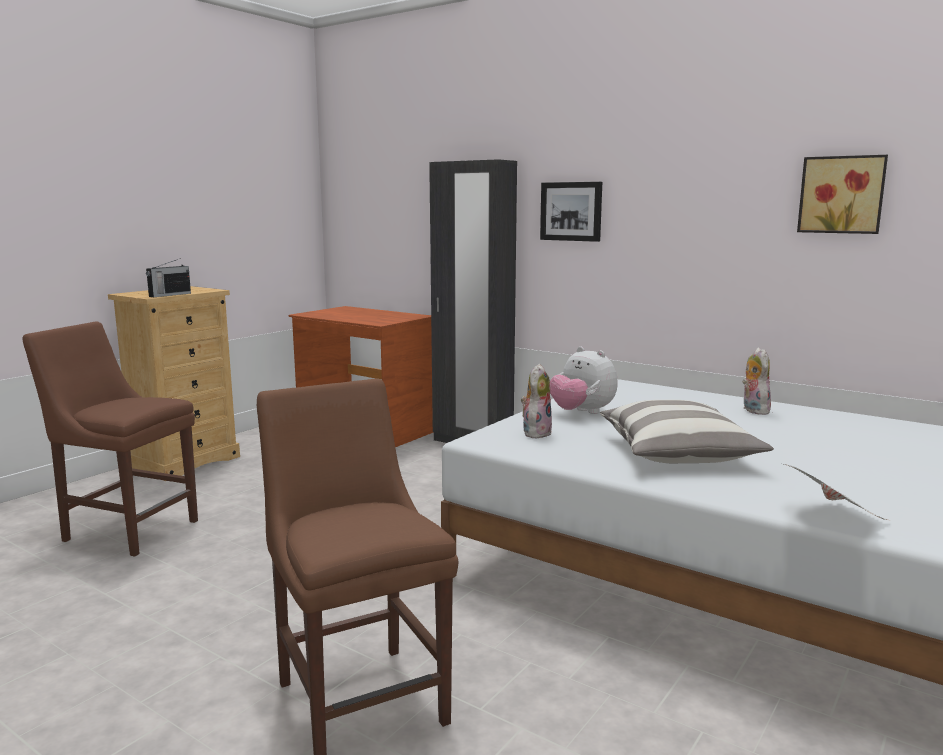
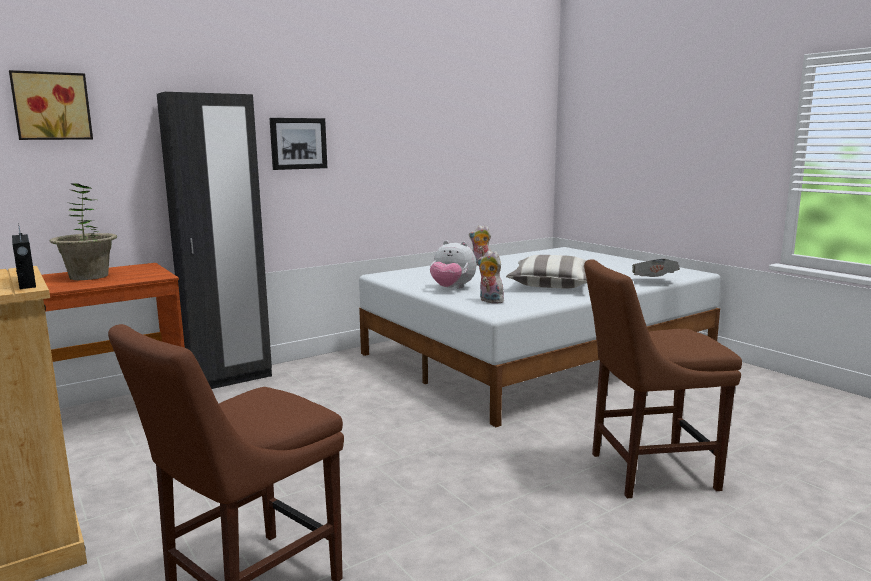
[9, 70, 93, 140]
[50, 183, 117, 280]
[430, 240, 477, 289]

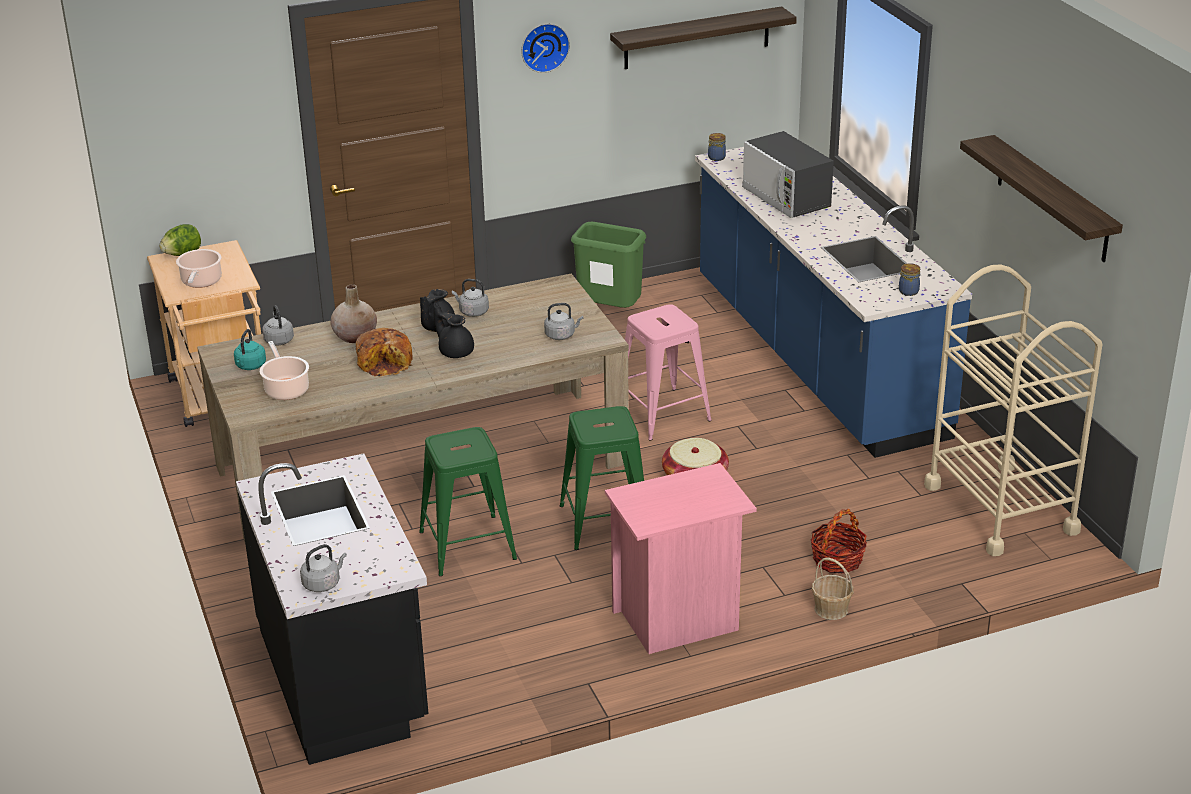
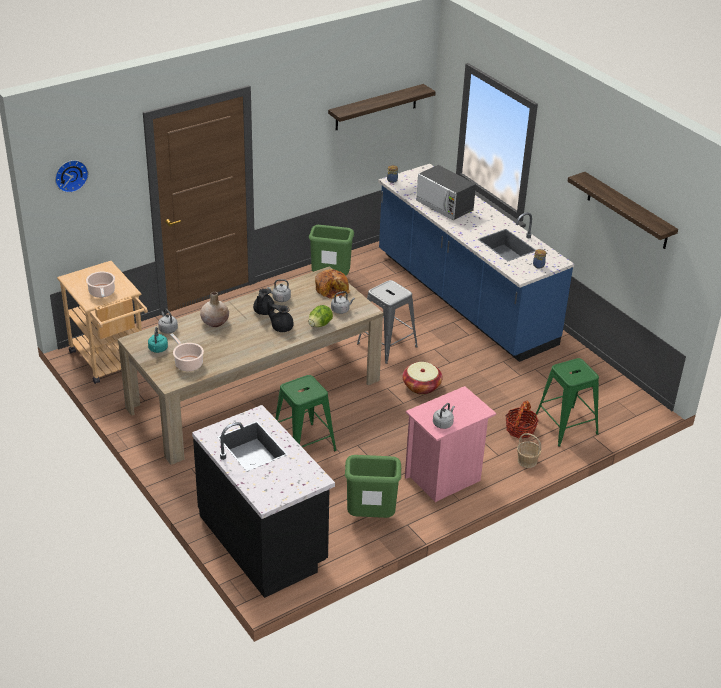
[55, 160, 89, 193]
[308, 305, 333, 327]
[315, 269, 350, 299]
[344, 455, 401, 518]
[357, 280, 418, 364]
[433, 403, 455, 429]
[535, 358, 599, 447]
[924, 264, 1103, 556] (first image)

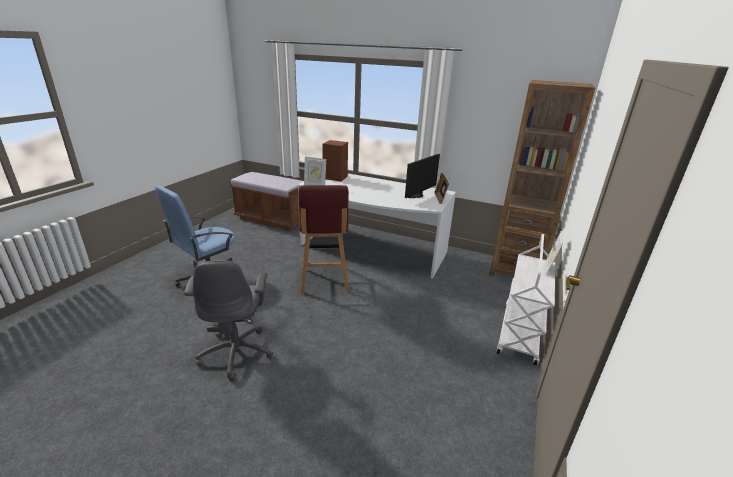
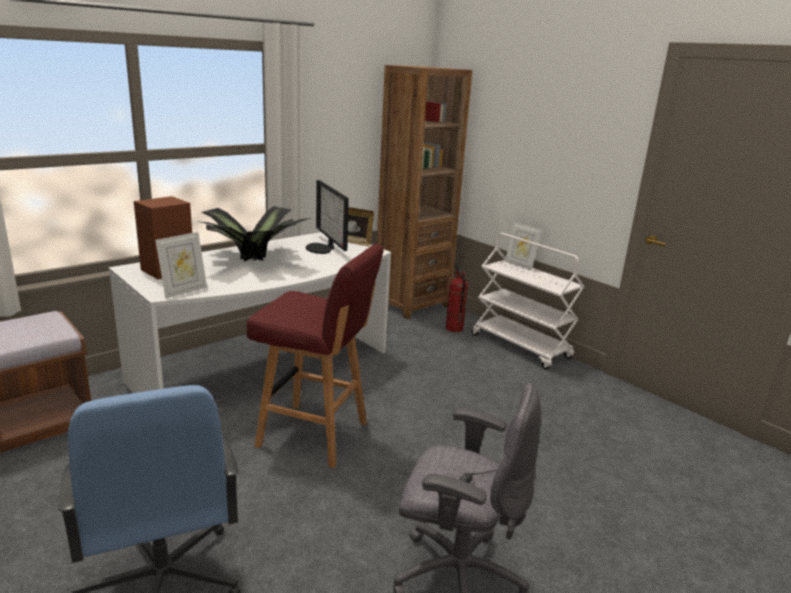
[196, 206, 311, 261]
[446, 265, 468, 332]

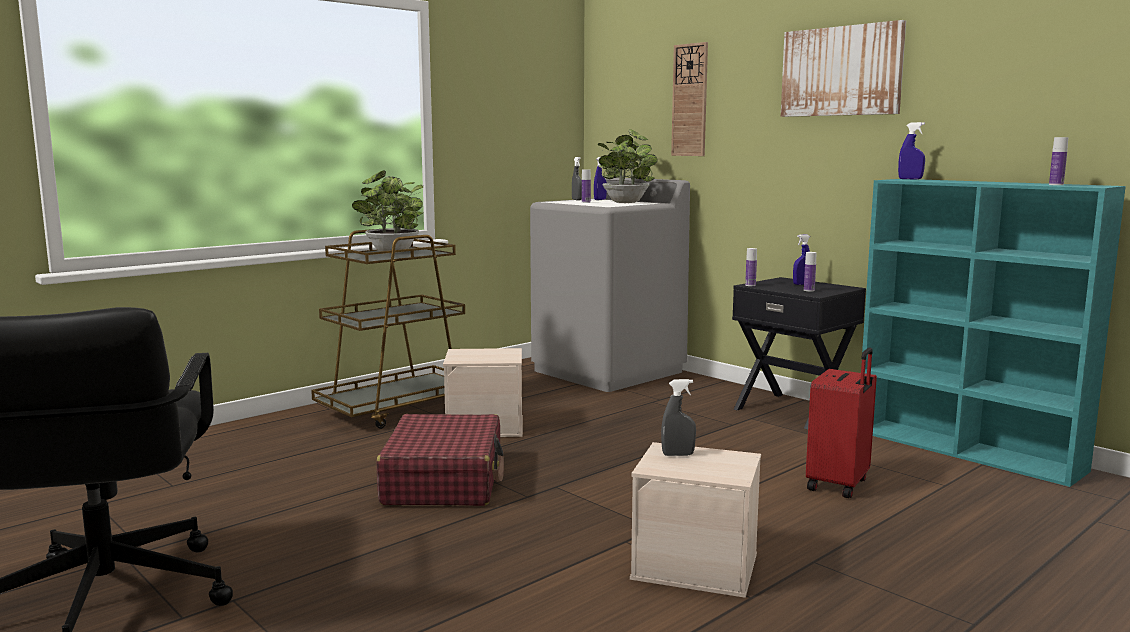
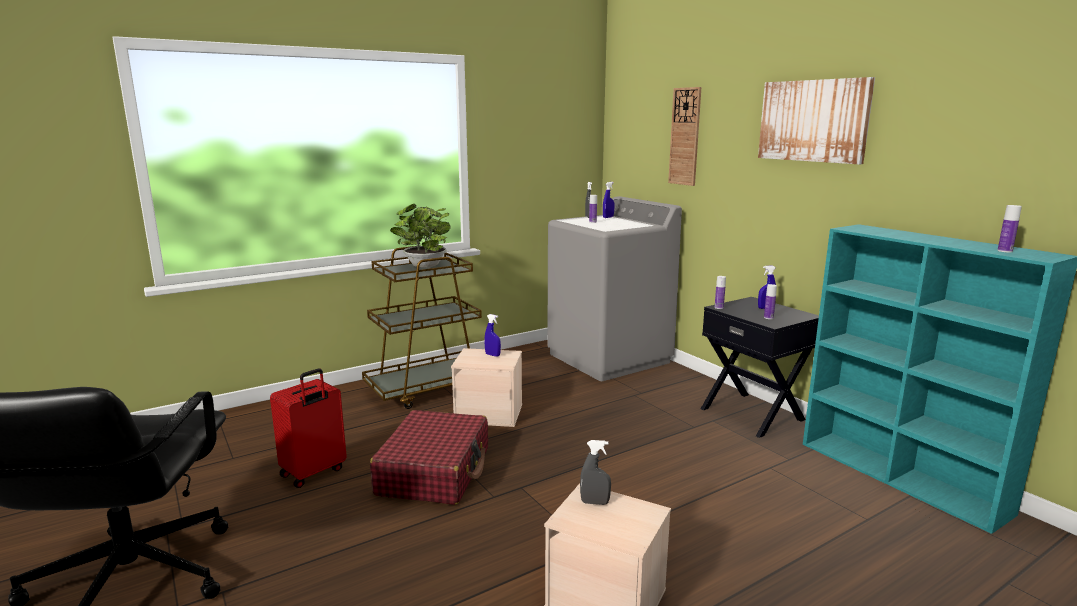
[270, 368, 347, 488]
[484, 314, 501, 357]
[598, 129, 658, 203] (first image)

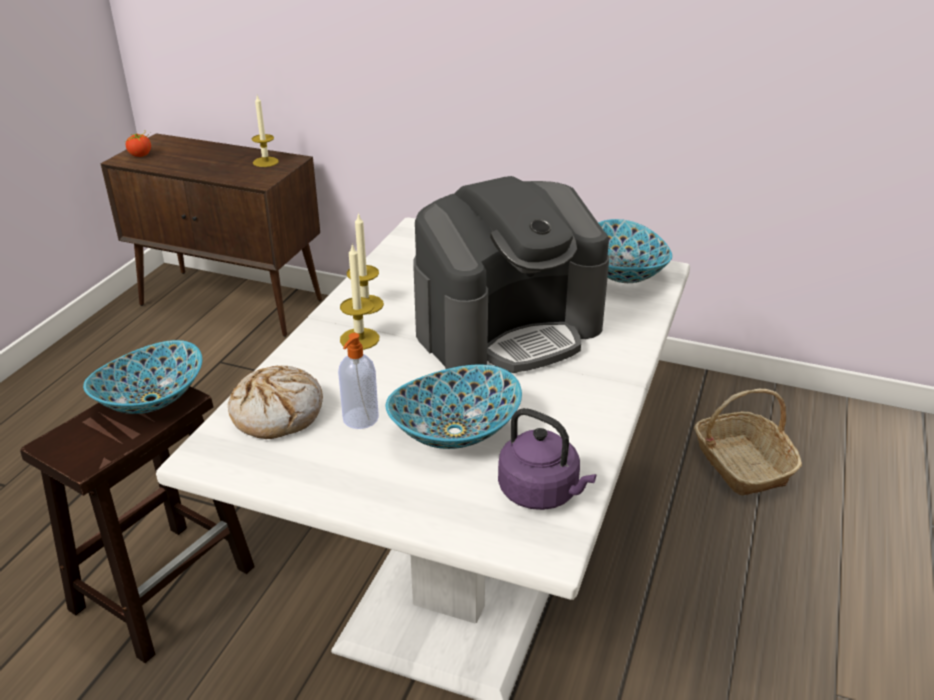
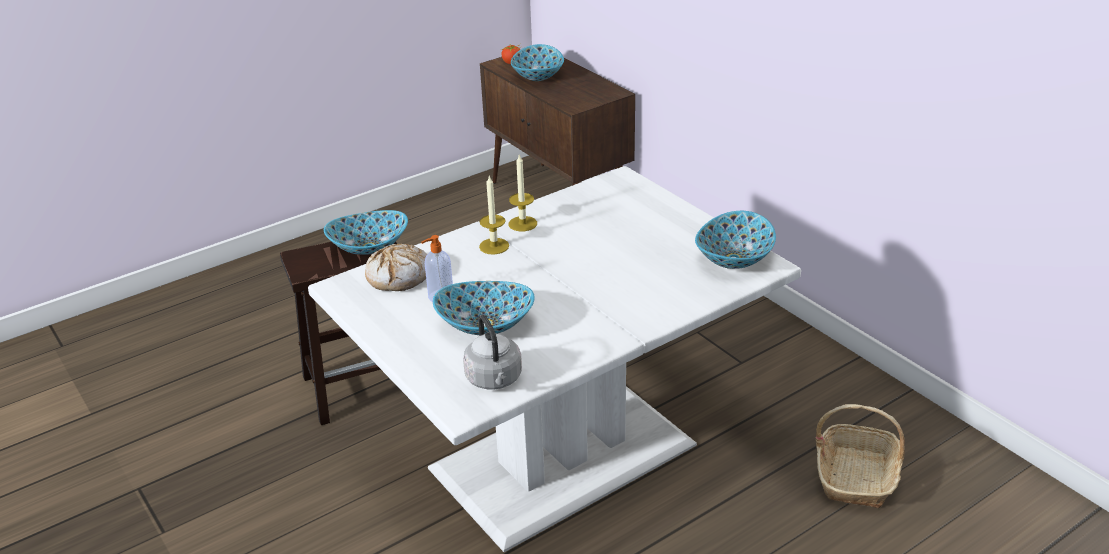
[463, 314, 522, 390]
[511, 44, 564, 81]
[252, 96, 279, 167] (first image)
[413, 176, 609, 373] (first image)

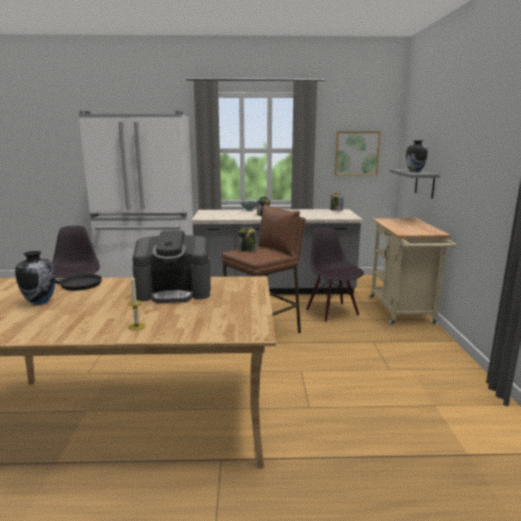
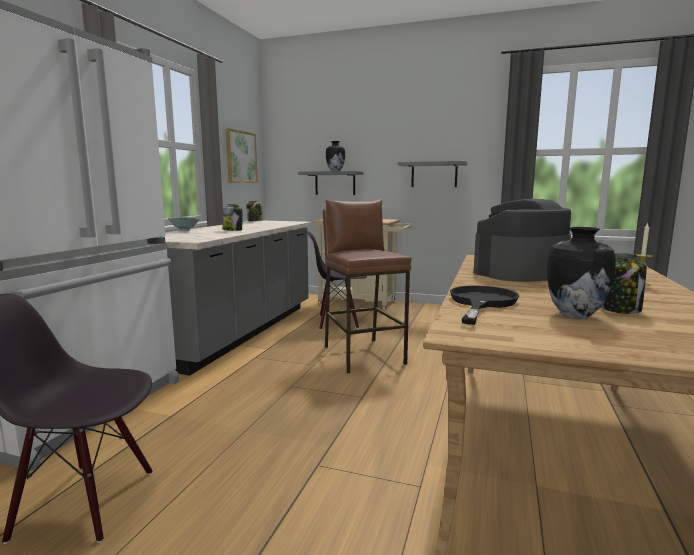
[398, 161, 467, 187]
[474, 199, 571, 282]
[601, 253, 647, 314]

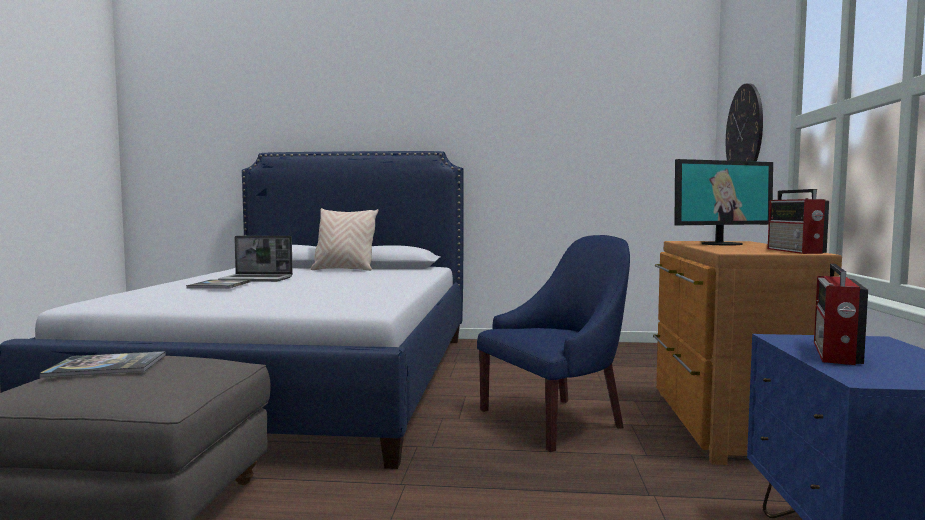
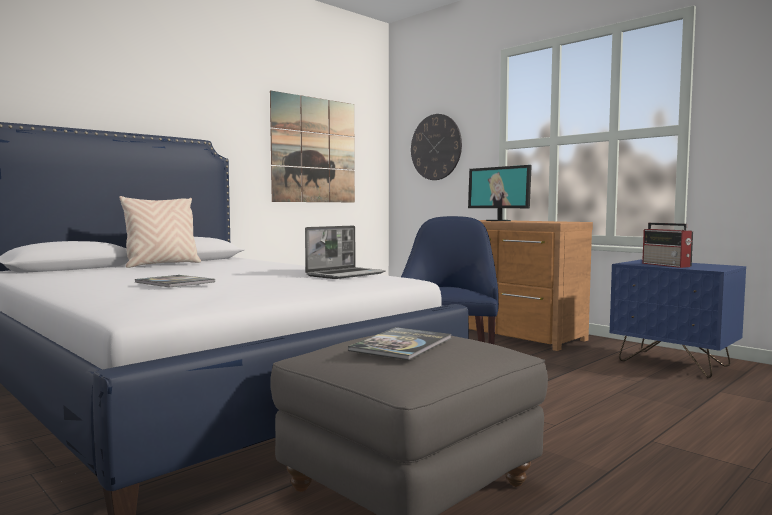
[270, 90, 355, 202]
[305, 226, 386, 279]
[468, 165, 532, 221]
[768, 189, 829, 254] (first image)

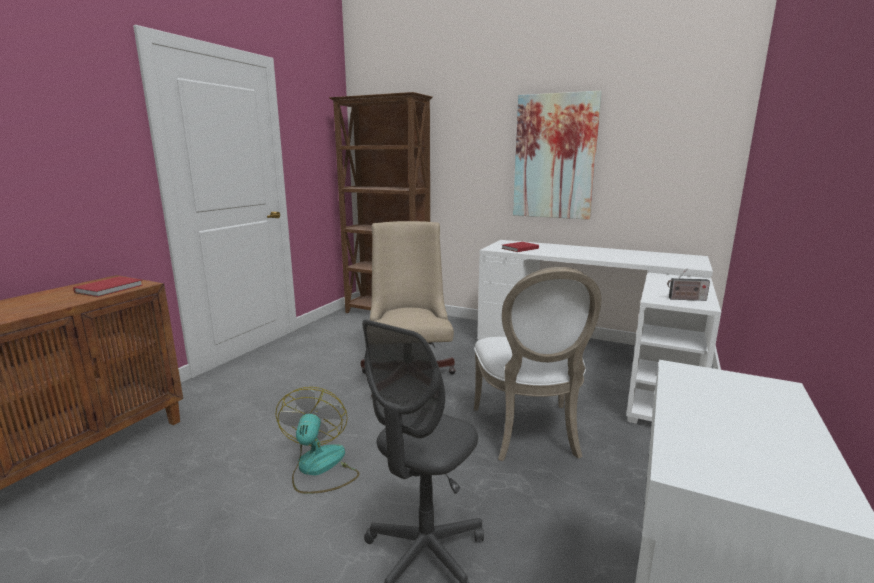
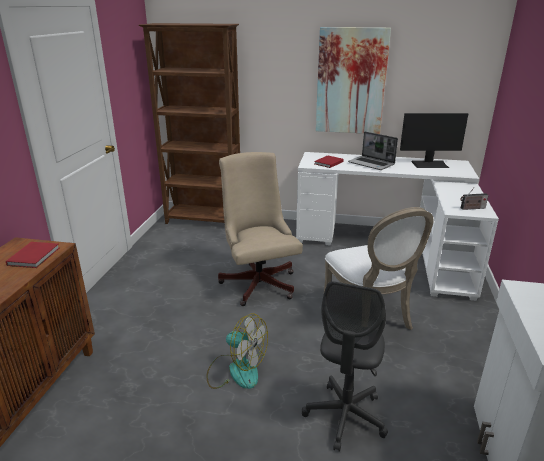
[206, 314, 268, 389]
[348, 132, 398, 170]
[400, 113, 468, 168]

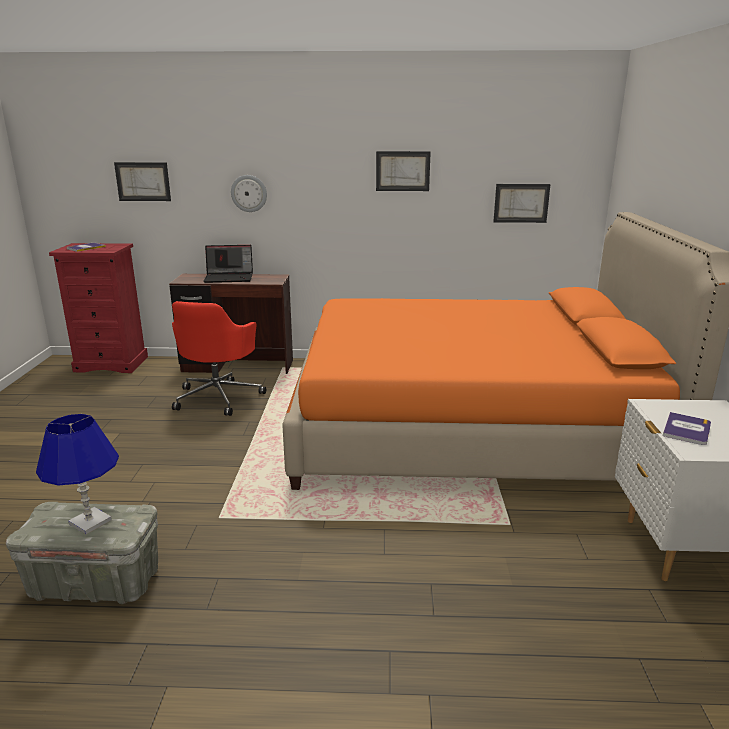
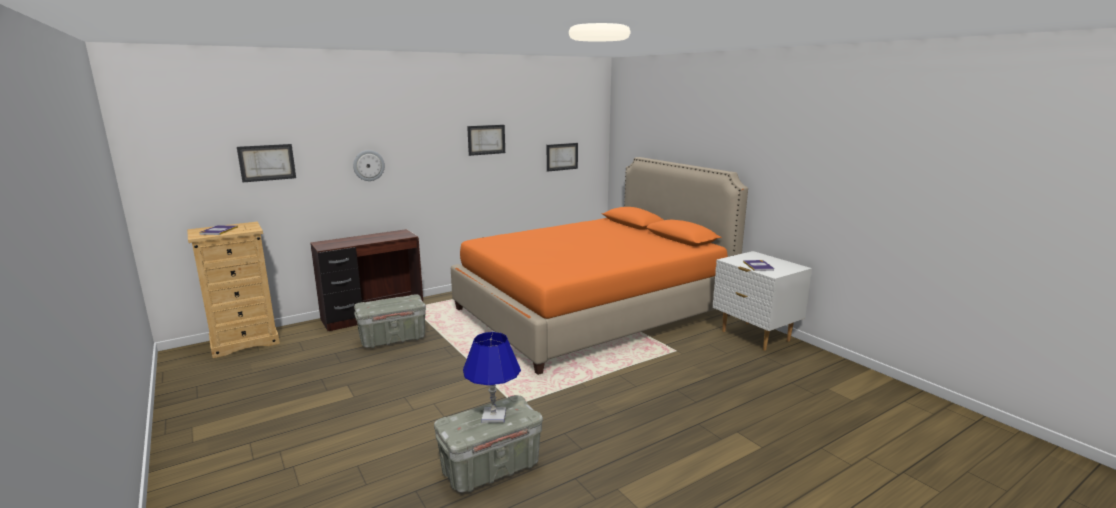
[187, 221, 280, 358]
[354, 294, 426, 348]
[203, 245, 253, 283] (first image)

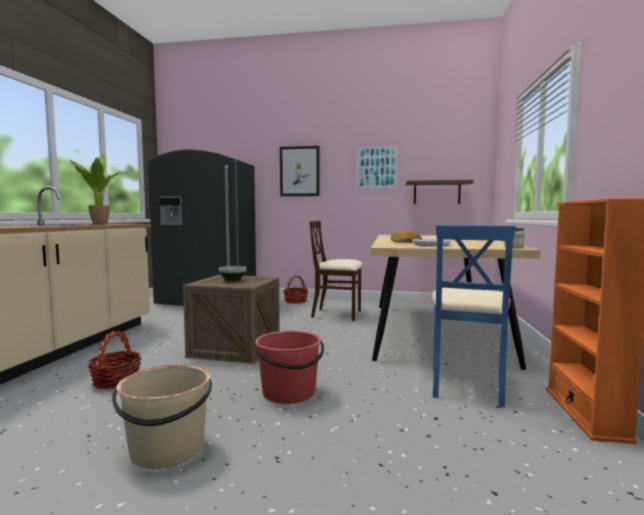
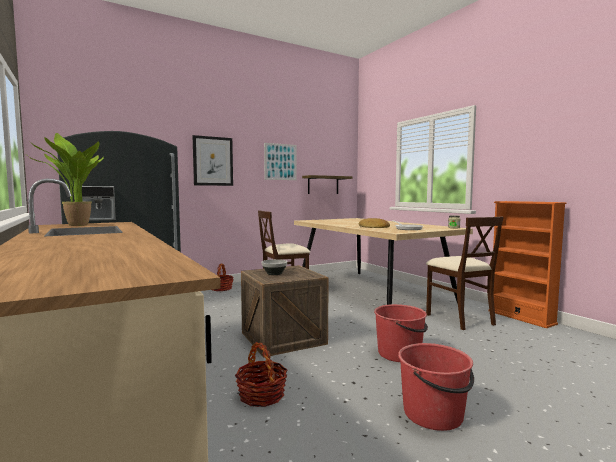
[398, 343, 474, 431]
[426, 217, 504, 330]

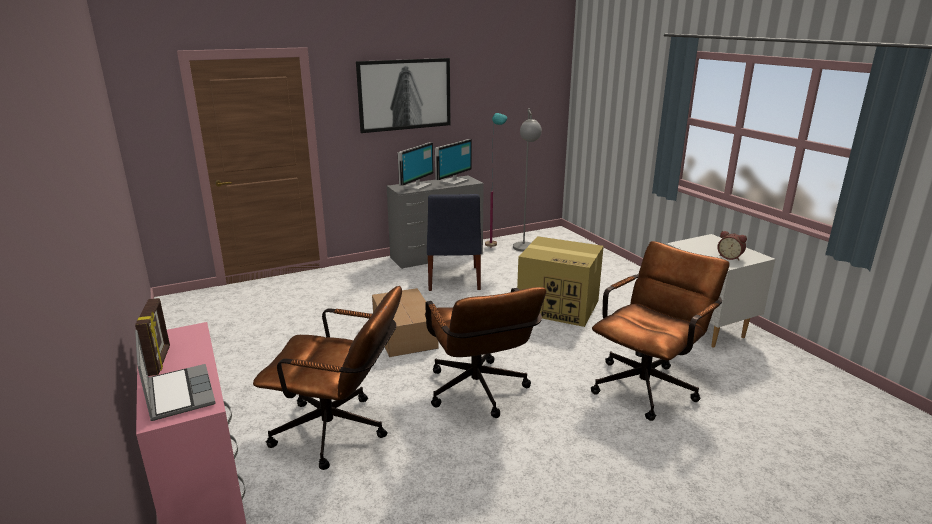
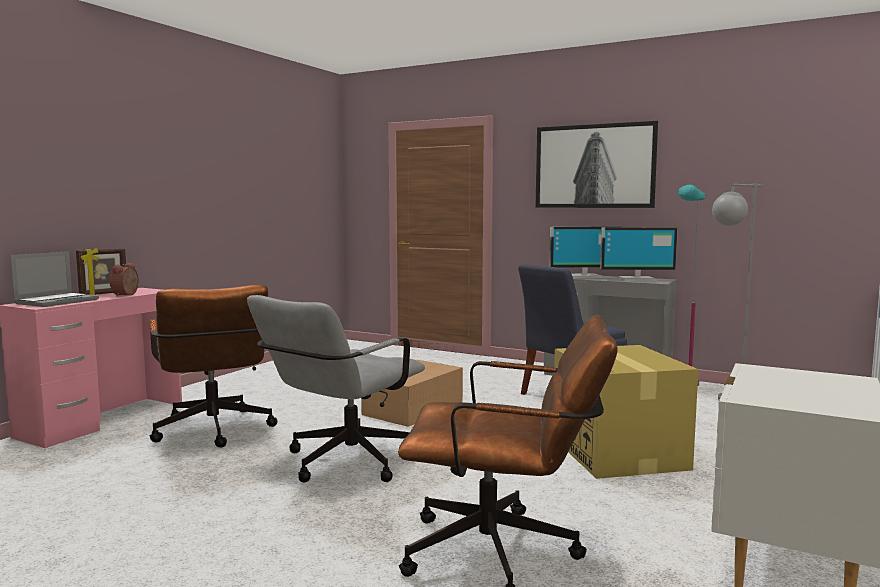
[110, 263, 139, 297]
[247, 295, 425, 482]

